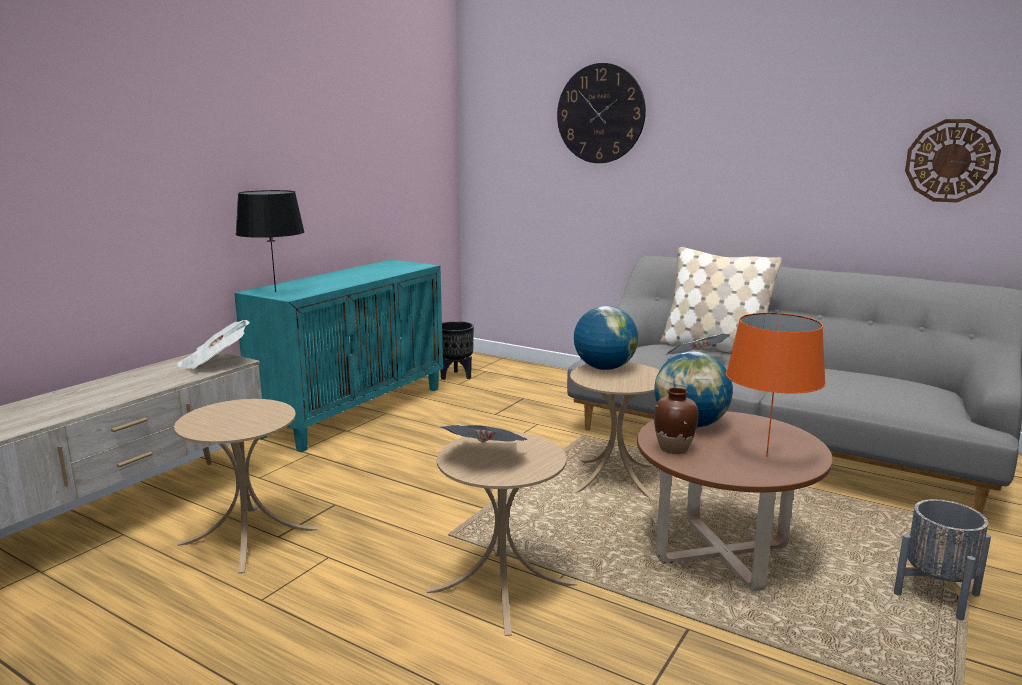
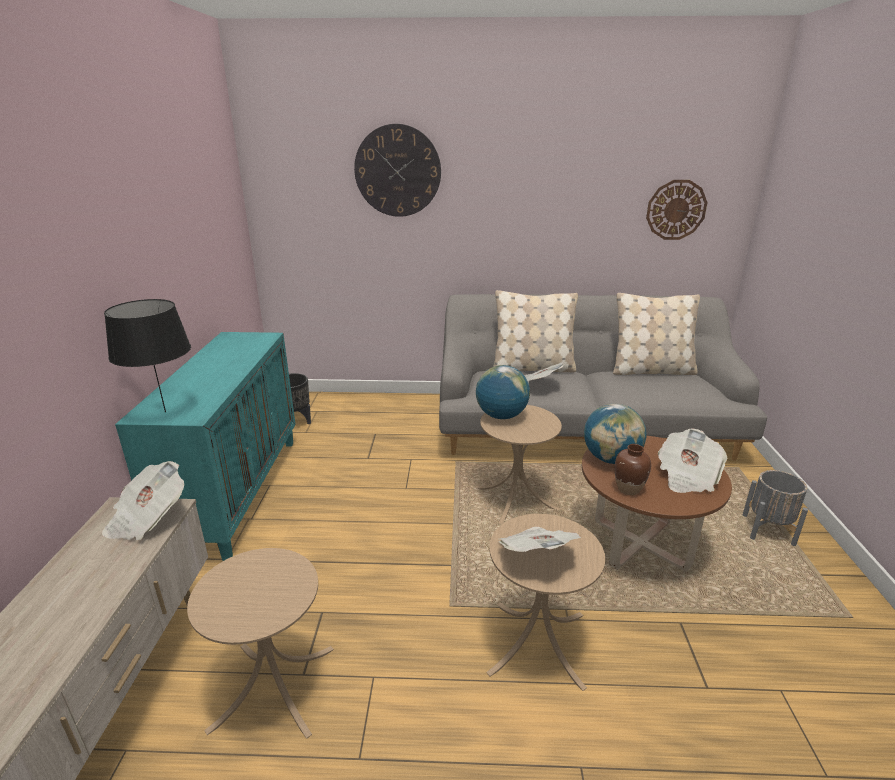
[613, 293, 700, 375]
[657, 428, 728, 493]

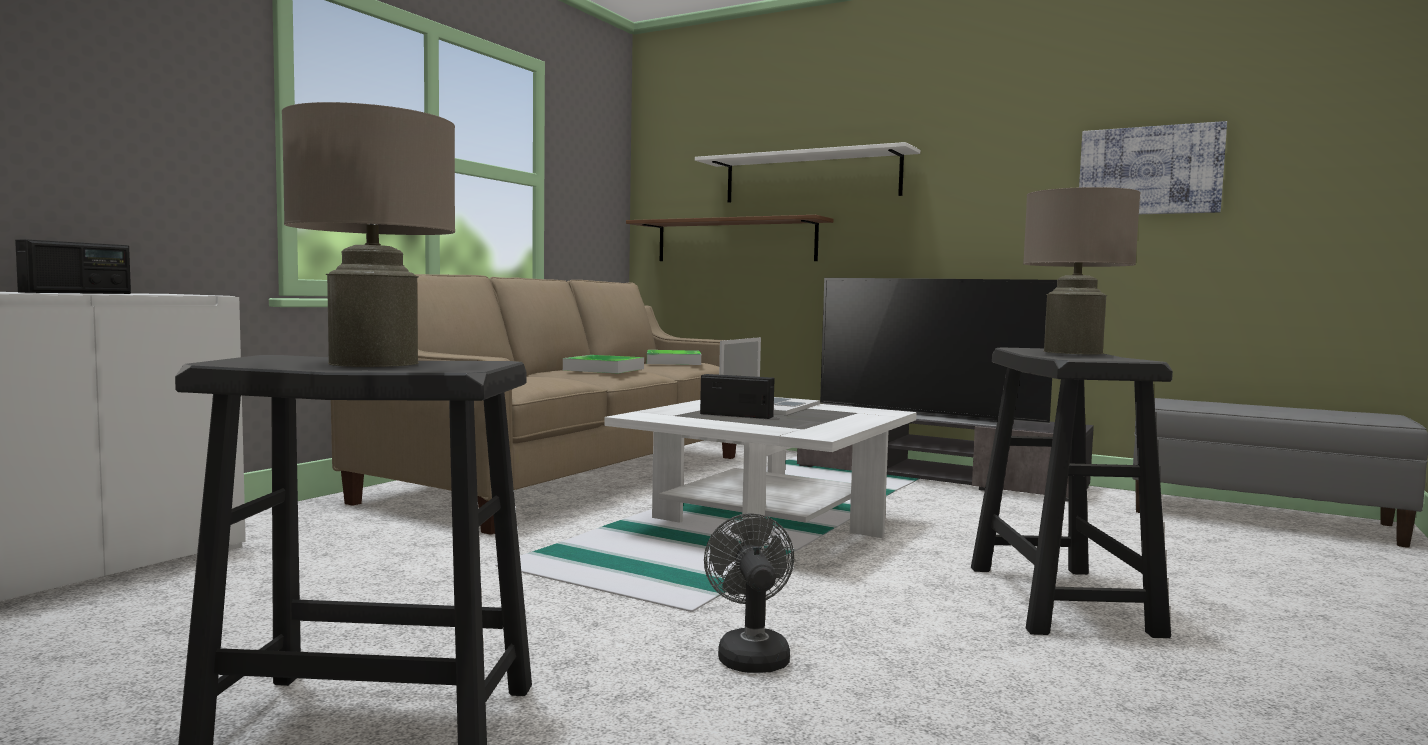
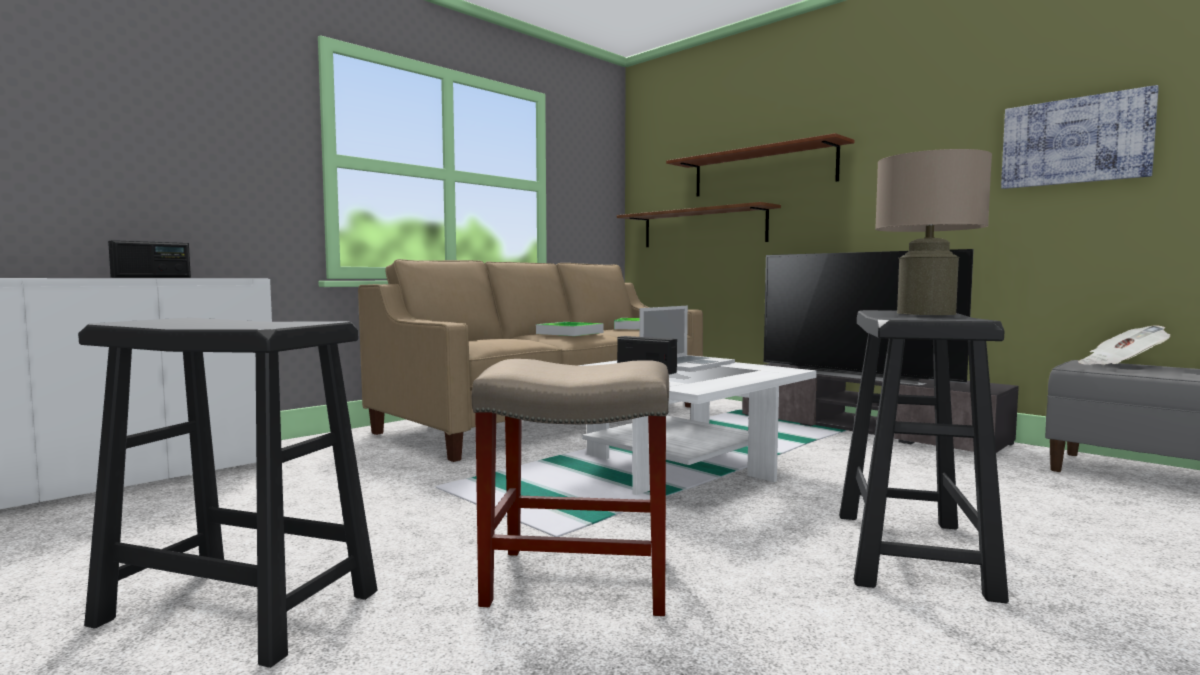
[472, 359, 669, 616]
[666, 133, 854, 197]
[1078, 325, 1170, 365]
[282, 102, 455, 367] (first image)

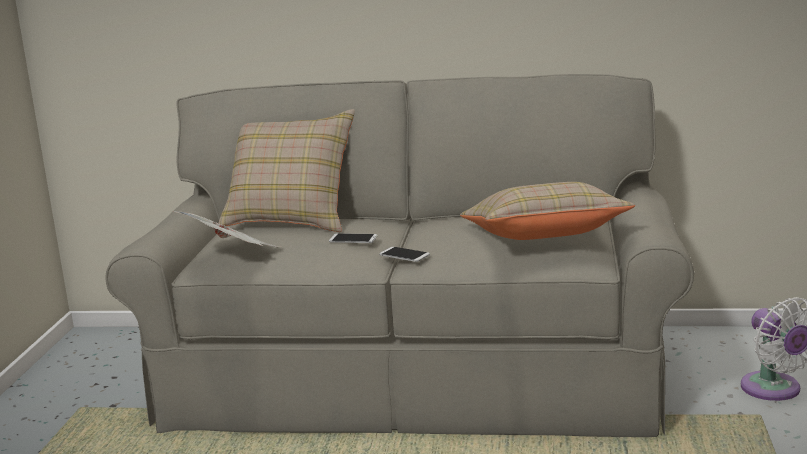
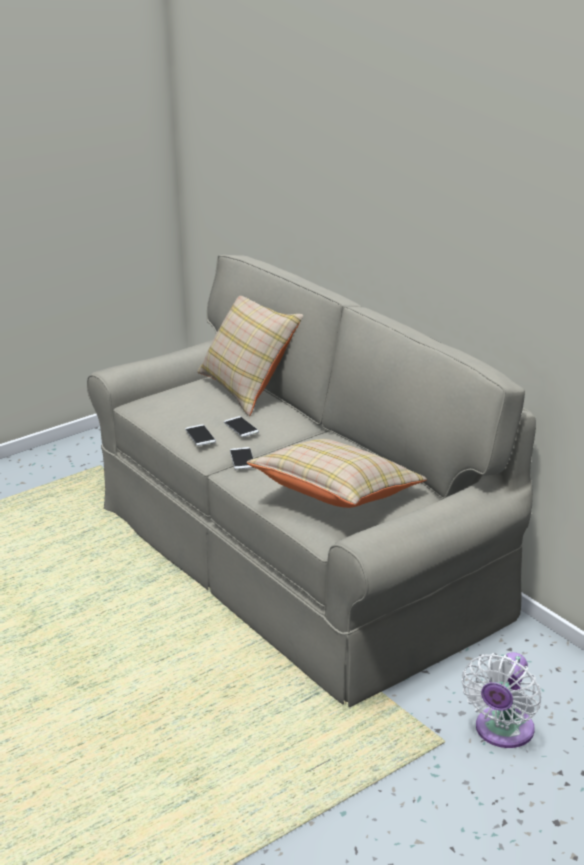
[185, 424, 216, 446]
[172, 211, 279, 247] (first image)

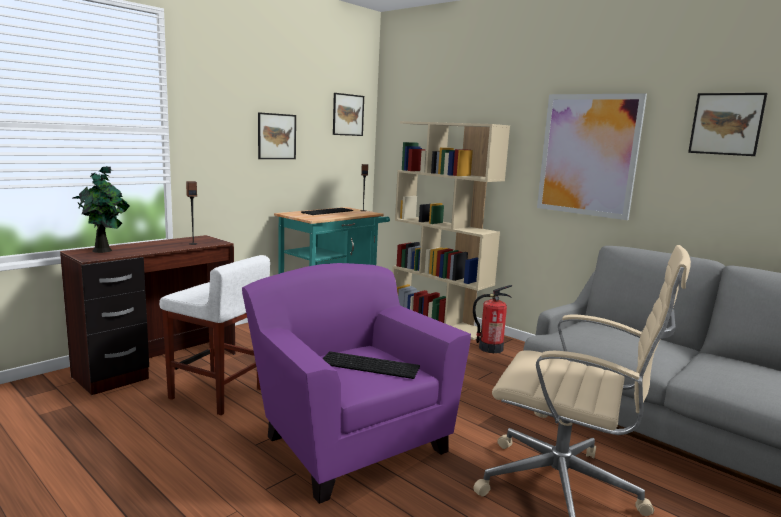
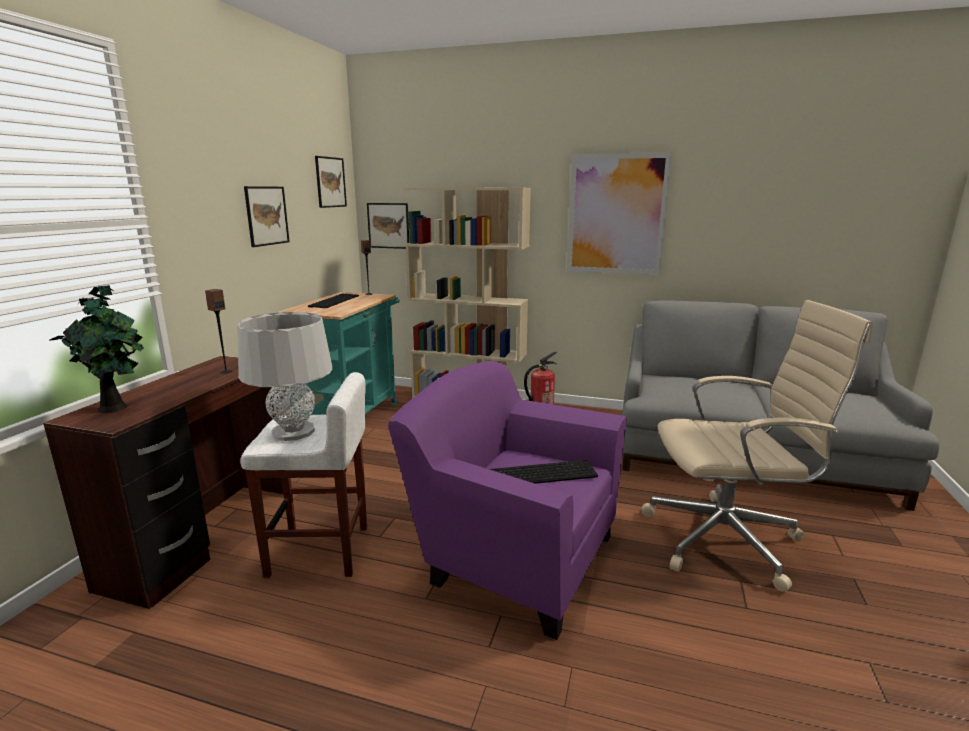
[237, 312, 332, 441]
[367, 203, 409, 249]

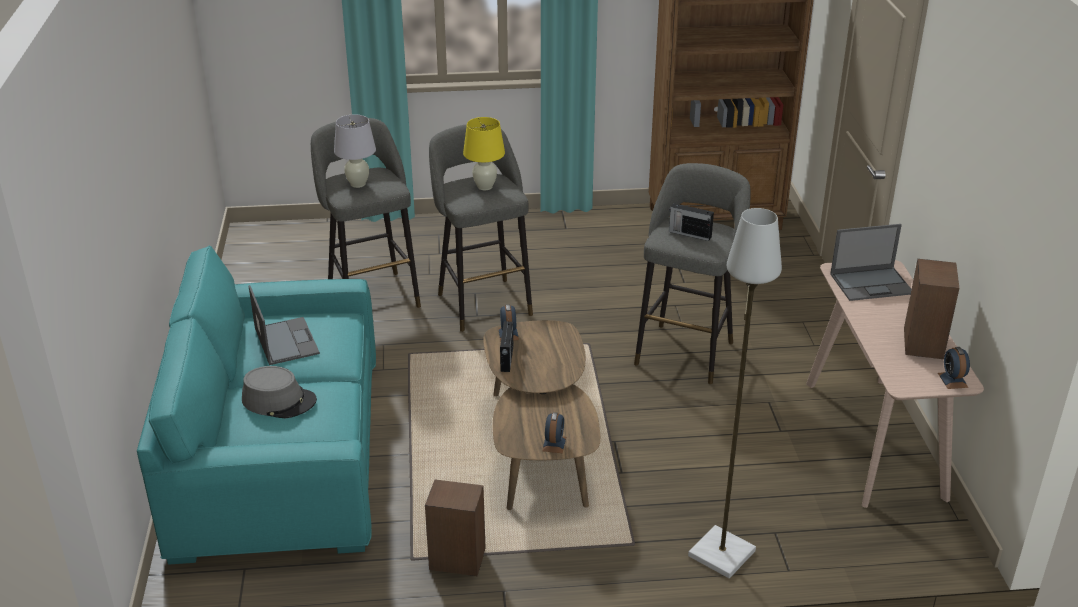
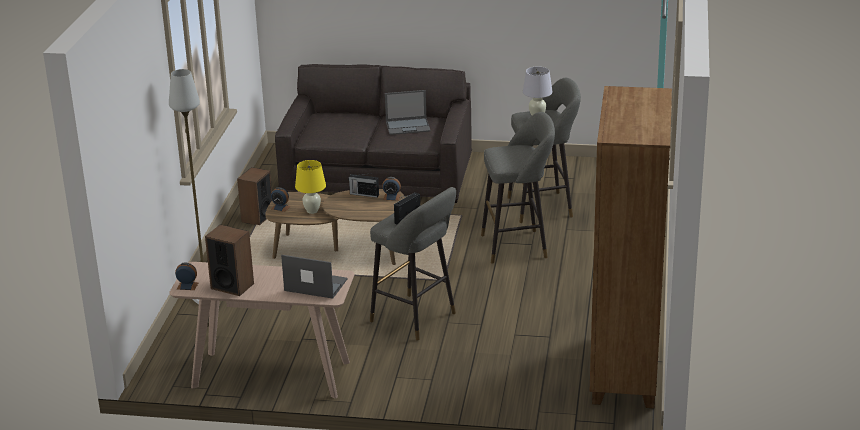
[275, 64, 472, 203]
[281, 255, 348, 299]
[295, 160, 326, 214]
[242, 366, 317, 418] (first image)

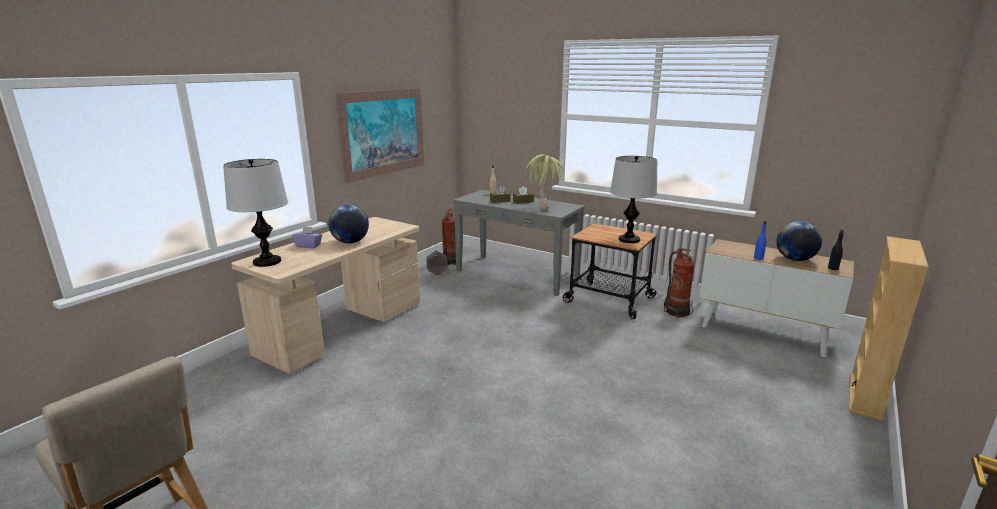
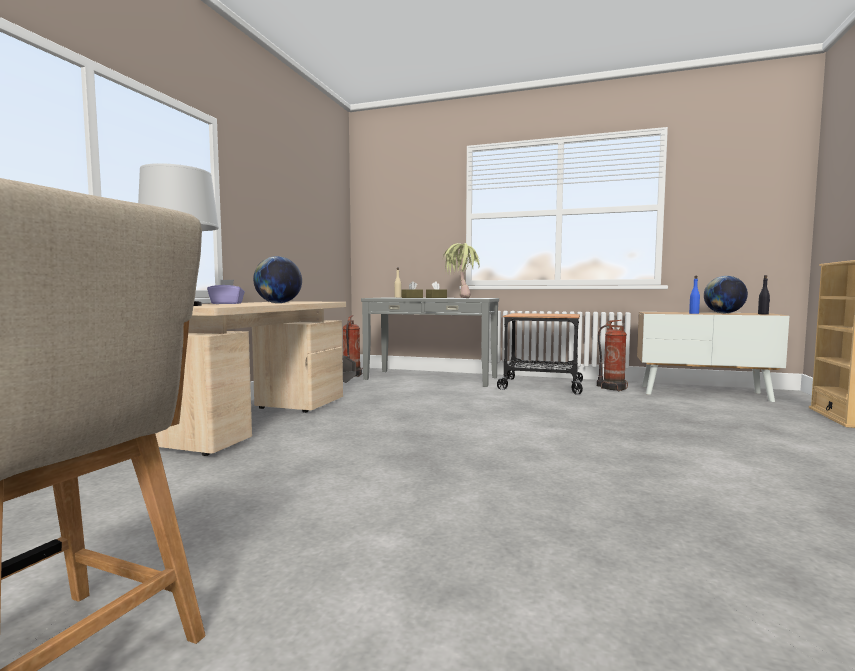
[336, 88, 424, 183] (first image)
[610, 156, 657, 243] (first image)

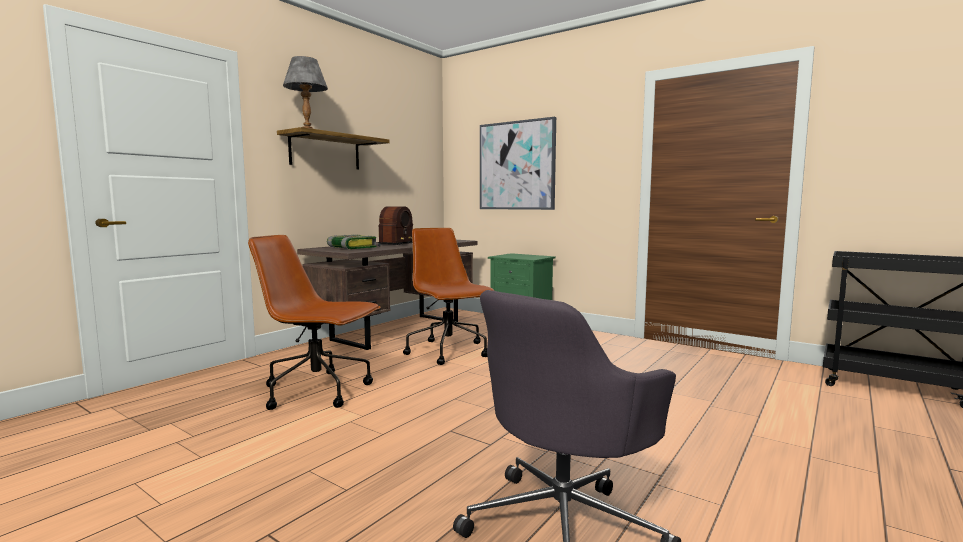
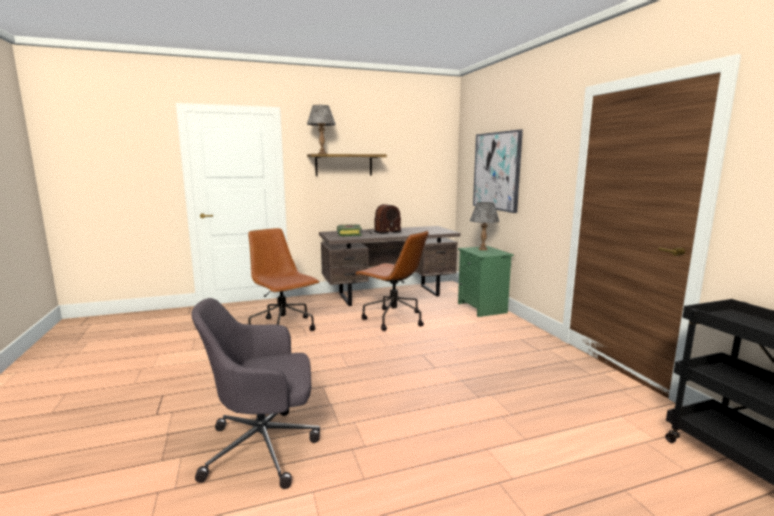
[355, 230, 429, 331]
[470, 202, 500, 250]

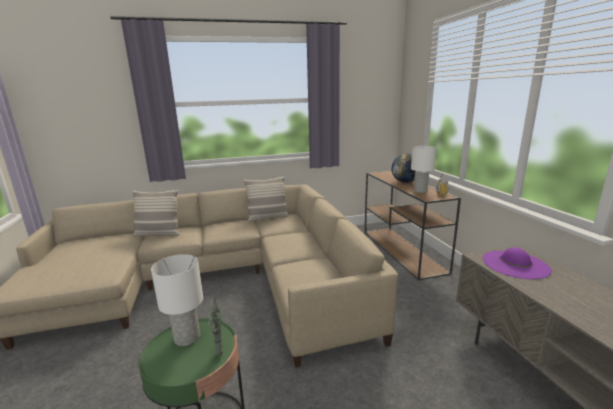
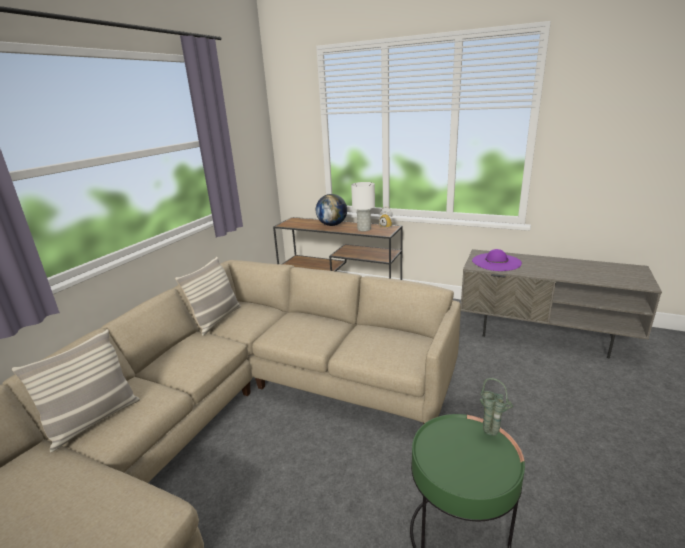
[151, 254, 203, 346] (first image)

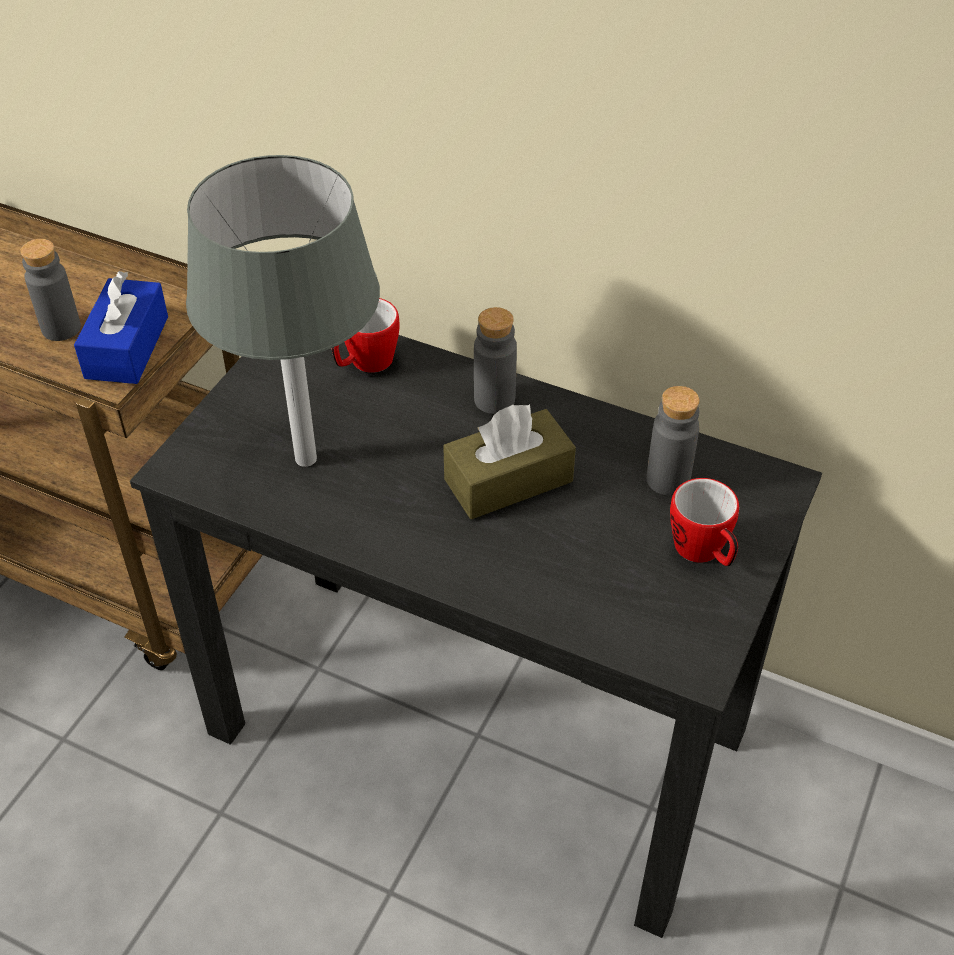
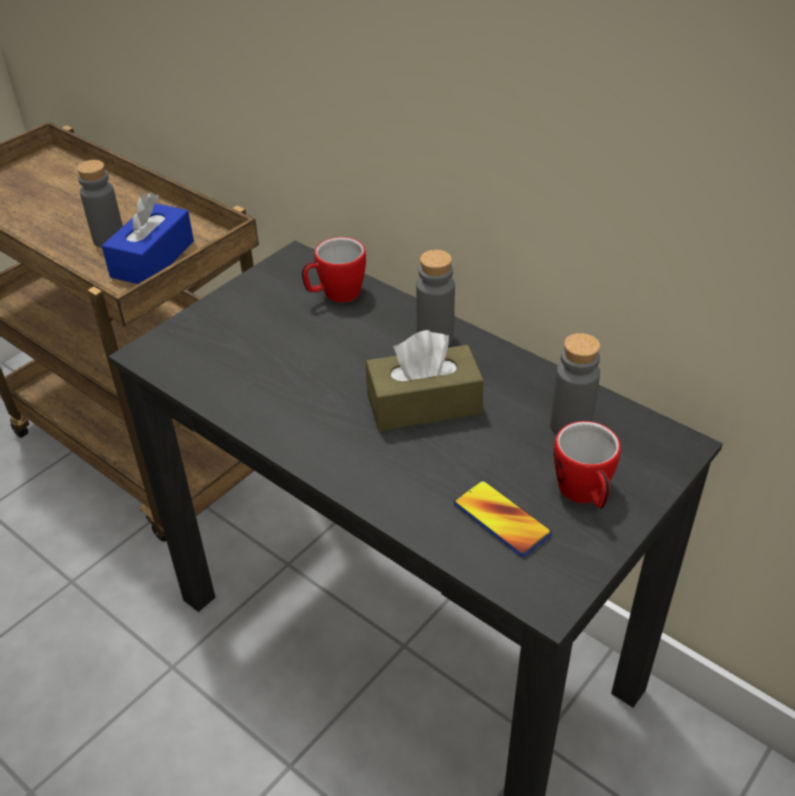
[454, 480, 552, 557]
[186, 155, 380, 467] (first image)

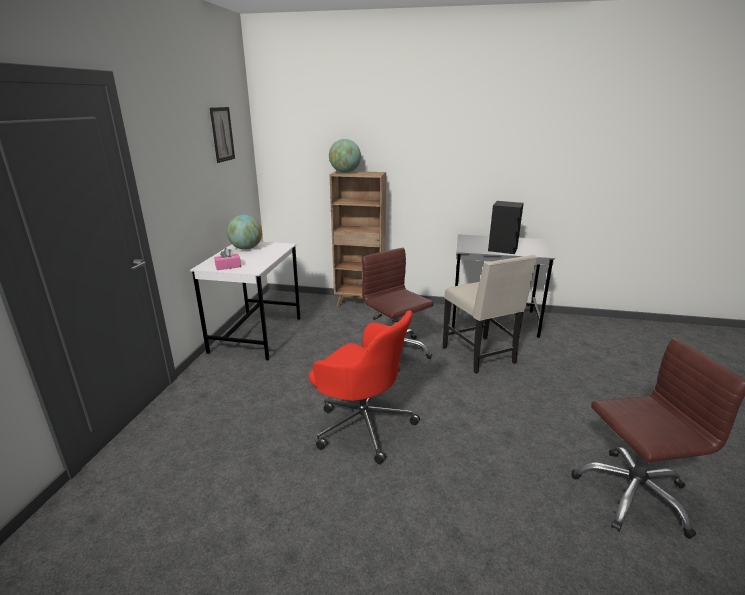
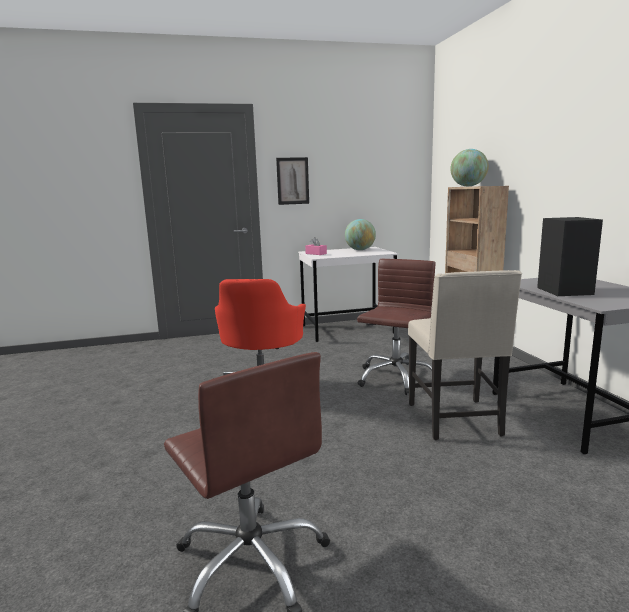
[276, 157, 309, 205]
[408, 270, 522, 440]

